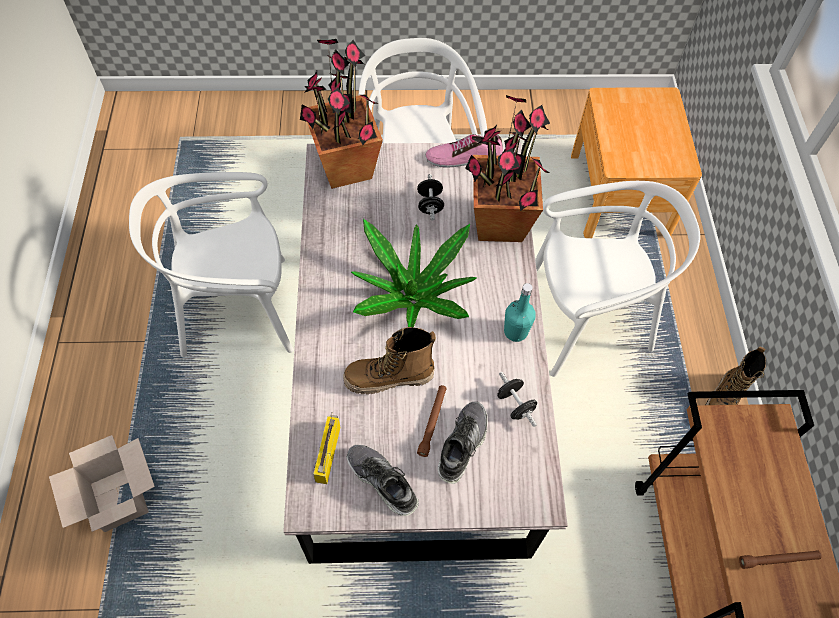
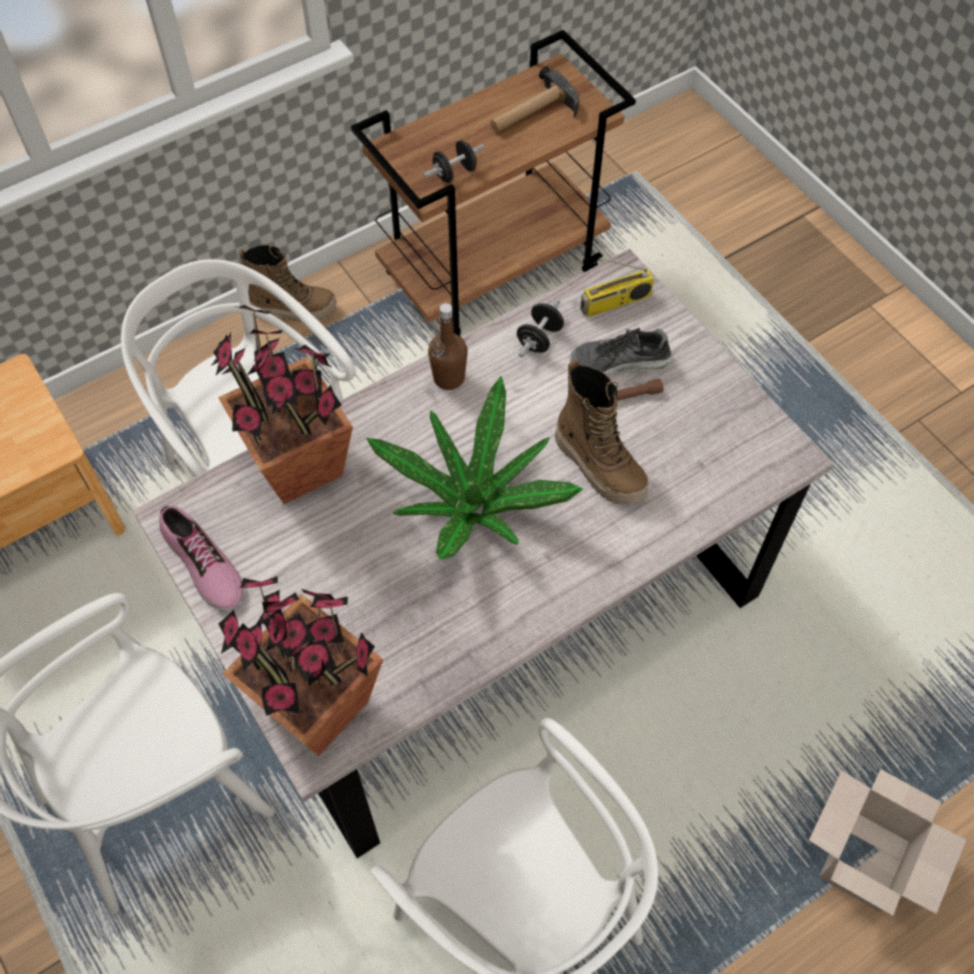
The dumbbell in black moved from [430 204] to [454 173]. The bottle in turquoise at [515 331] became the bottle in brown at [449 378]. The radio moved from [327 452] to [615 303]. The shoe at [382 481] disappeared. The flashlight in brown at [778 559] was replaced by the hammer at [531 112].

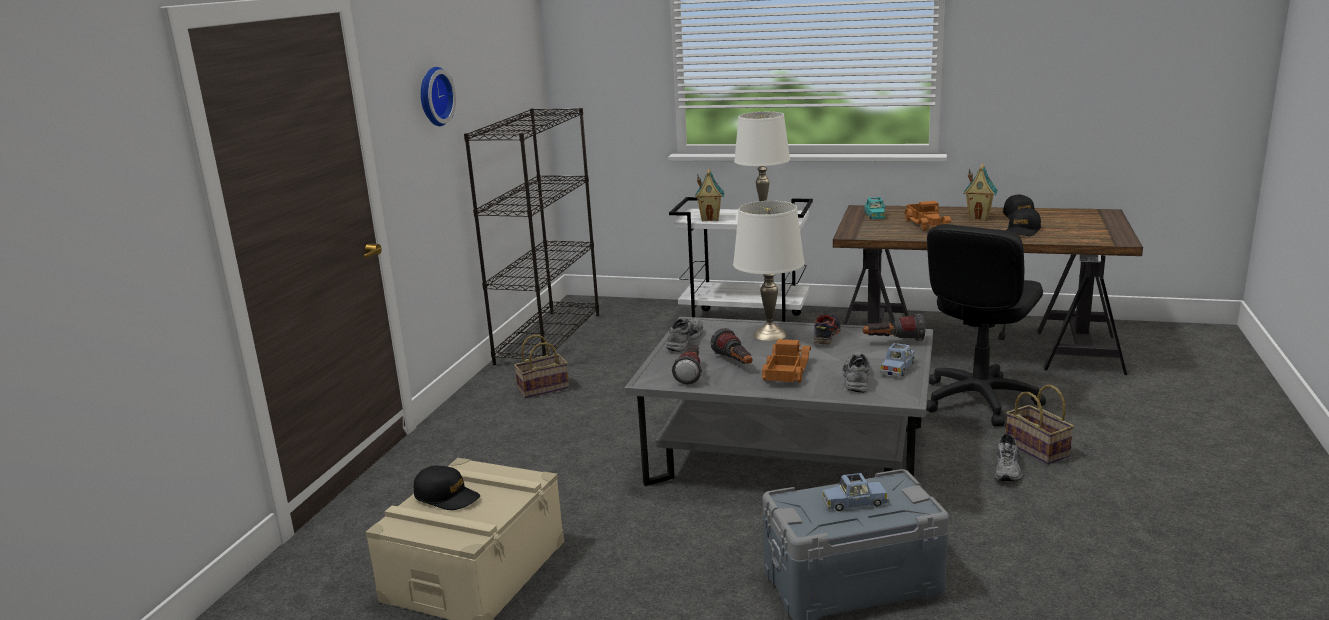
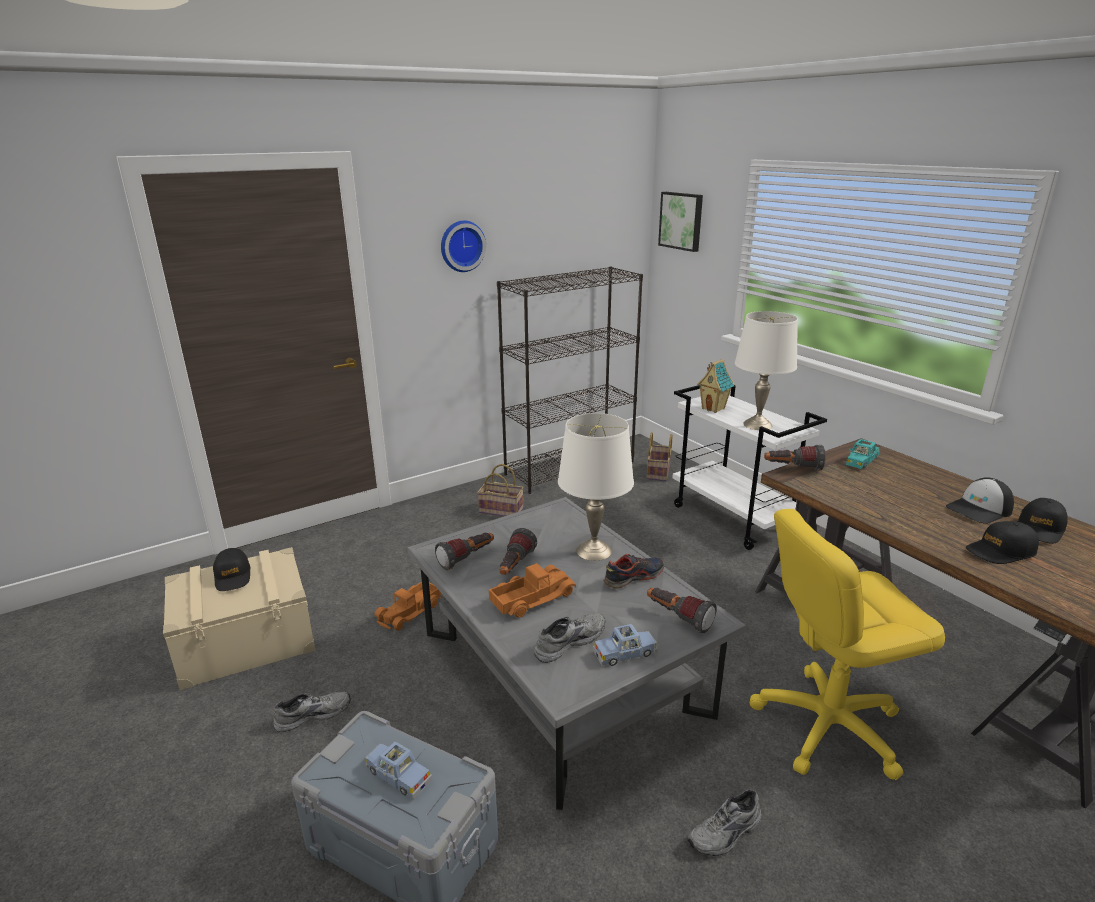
The toy house at [979 217] was replaced by the cap at [979 509]. The toy truck moved from [927 224] to [410 612]. The office chair in black at [978 400] became the office chair in yellow at [827 725]. The shoe in grey moved from [683 340] to [313 714]. The basket moved from [1039 449] to [659 472]. The picture at [682 221] appeared. The flashlight at [792 468] appeared.

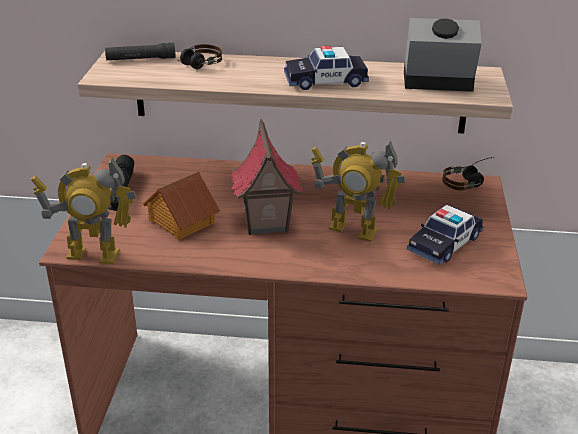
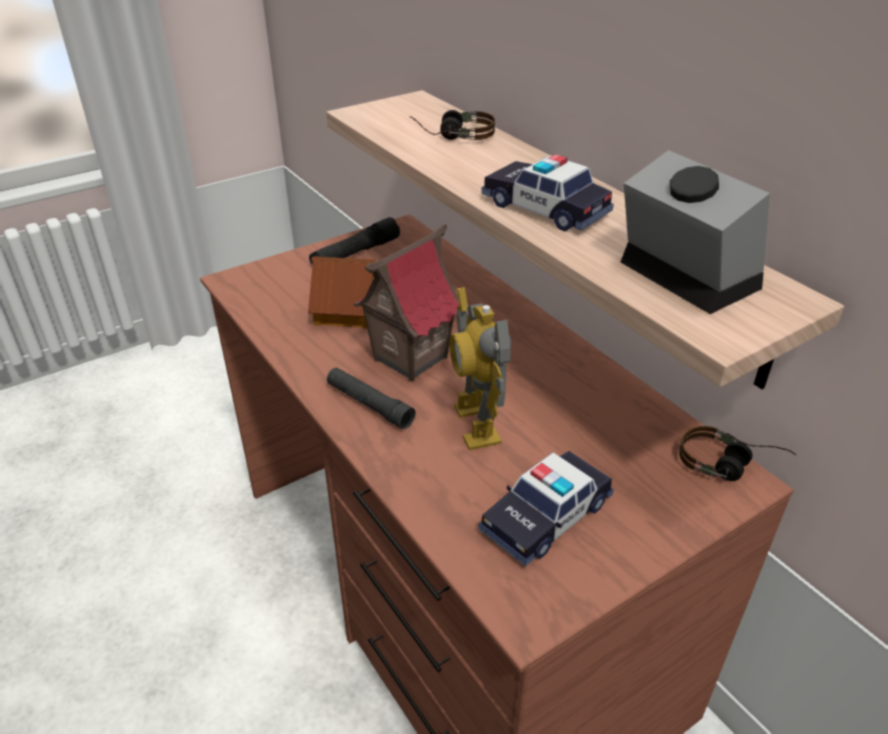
The flashlight in black moved from [141 59] to [369 405]. The toy robot at [93 255] disappeared. The toy car at [445 243] turned 45 degrees counterclockwise.

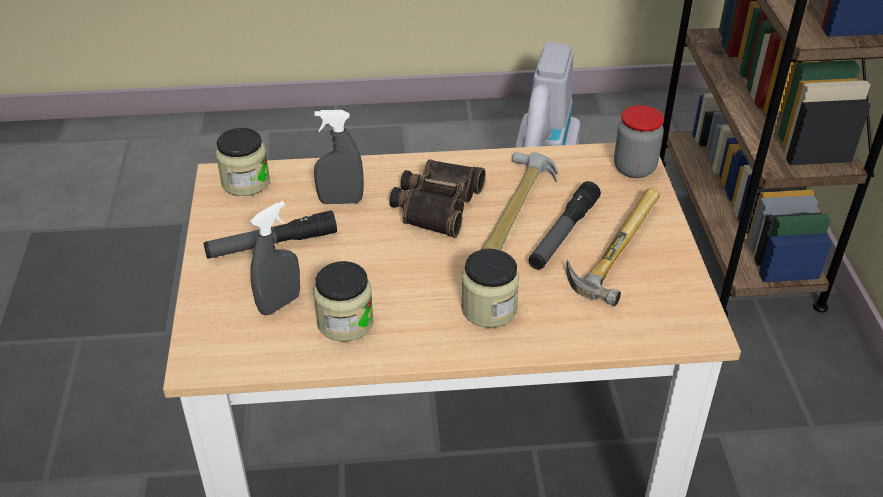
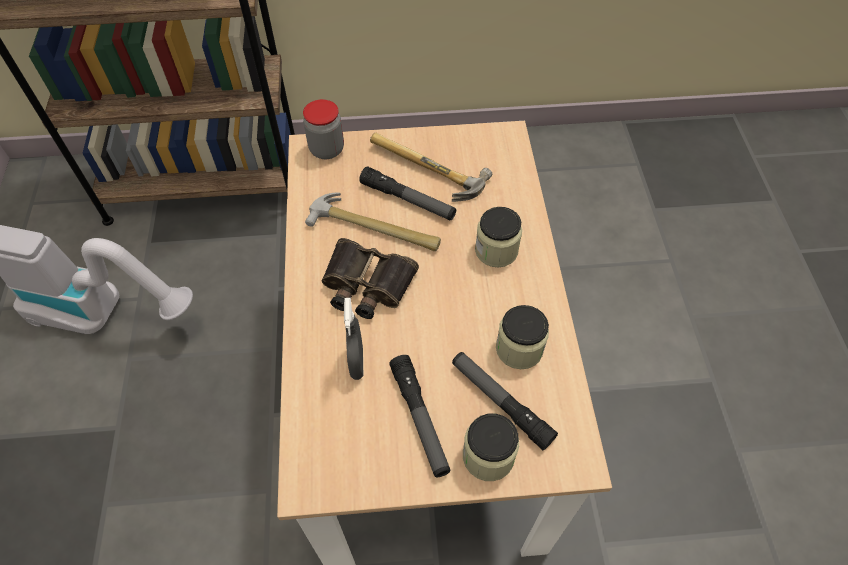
The jar moved from [245 182] to [488 456]. The spray bottle in grey at [279 304] was replaced by the flashlight at [501 402].

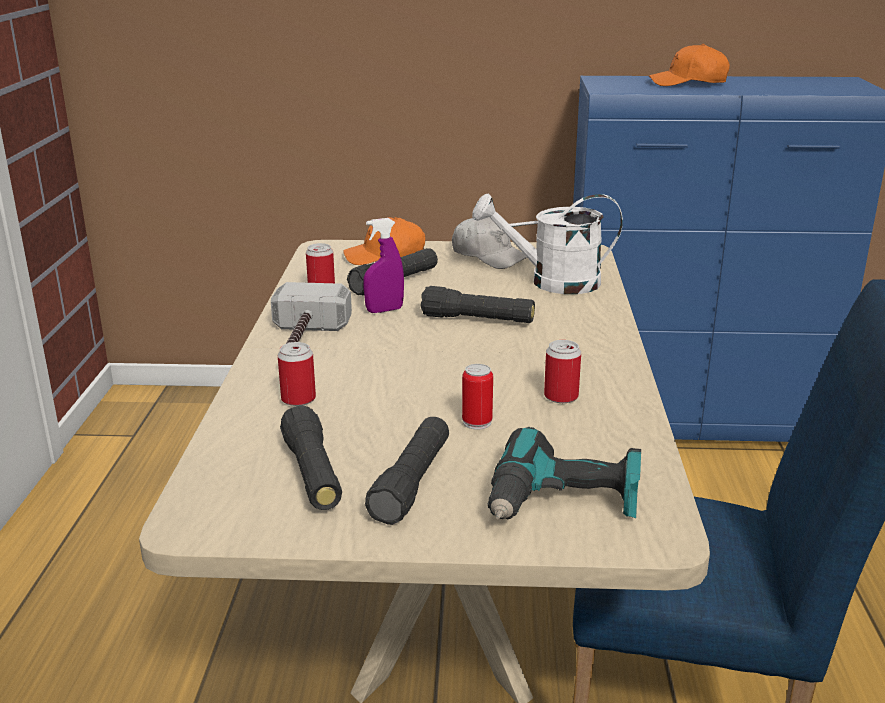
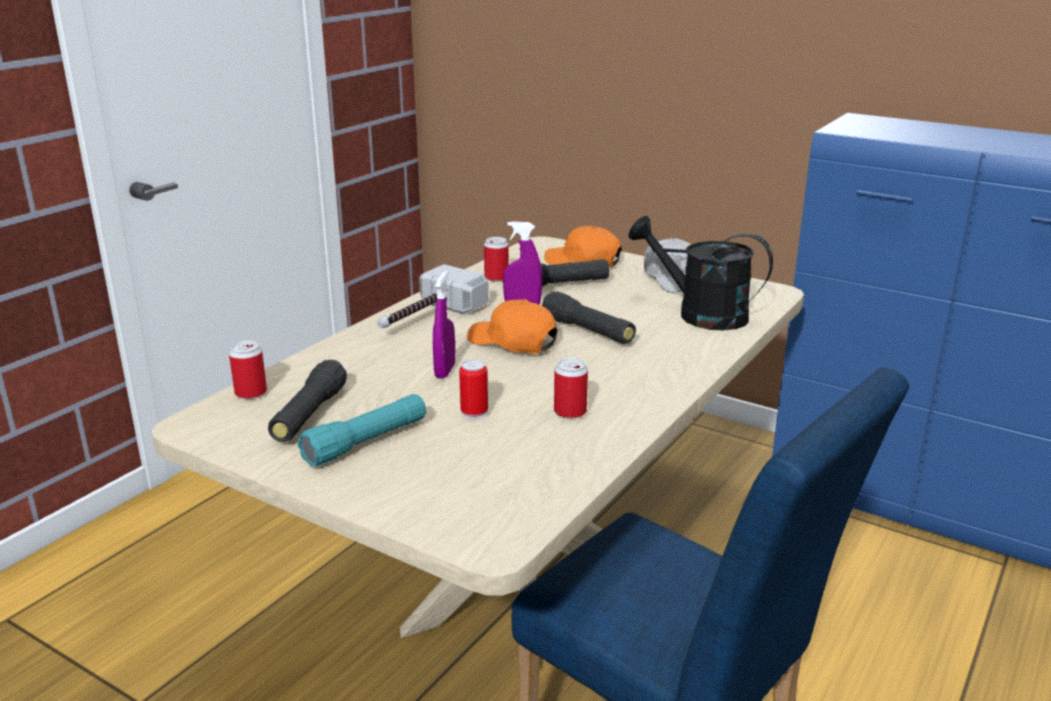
The cap in orange moved from [688 83] to [513 342]. The watering can in white at [552 282] became the watering can in black at [700 314]. The can moved from [298 399] to [251 393]. The flashlight in black at [412 483] became the flashlight in turquoise at [366 443]. The power drill at [563 503] disappeared. The spray bottle in purple at [445 371] appeared.

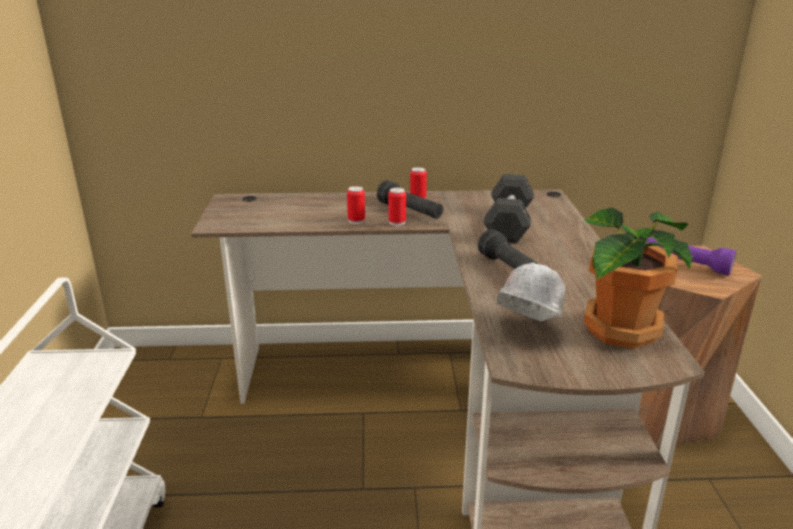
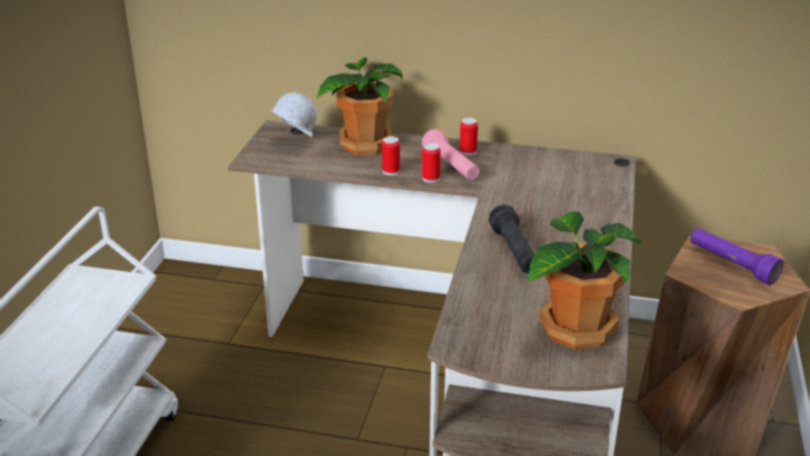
The dumbbell in grey at [508 224] disappeared. The flashlight in black at [410 212] became the flashlight in pink at [451 167]. The hard hat in white moved from [525 331] to [294 141]. The potted plant at [363 145] appeared.

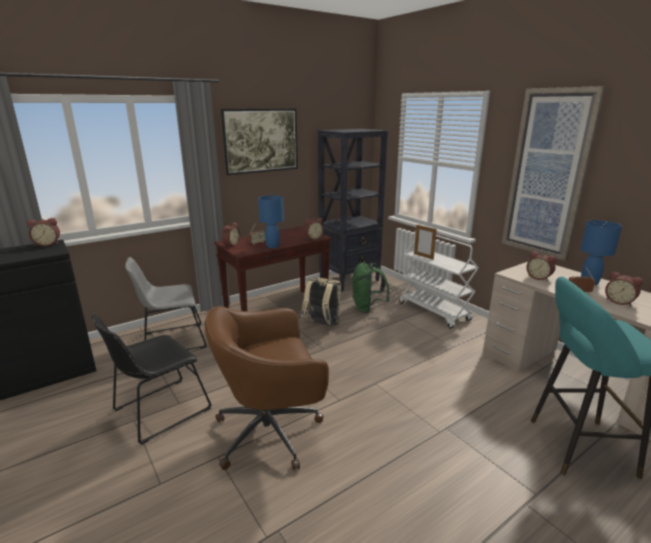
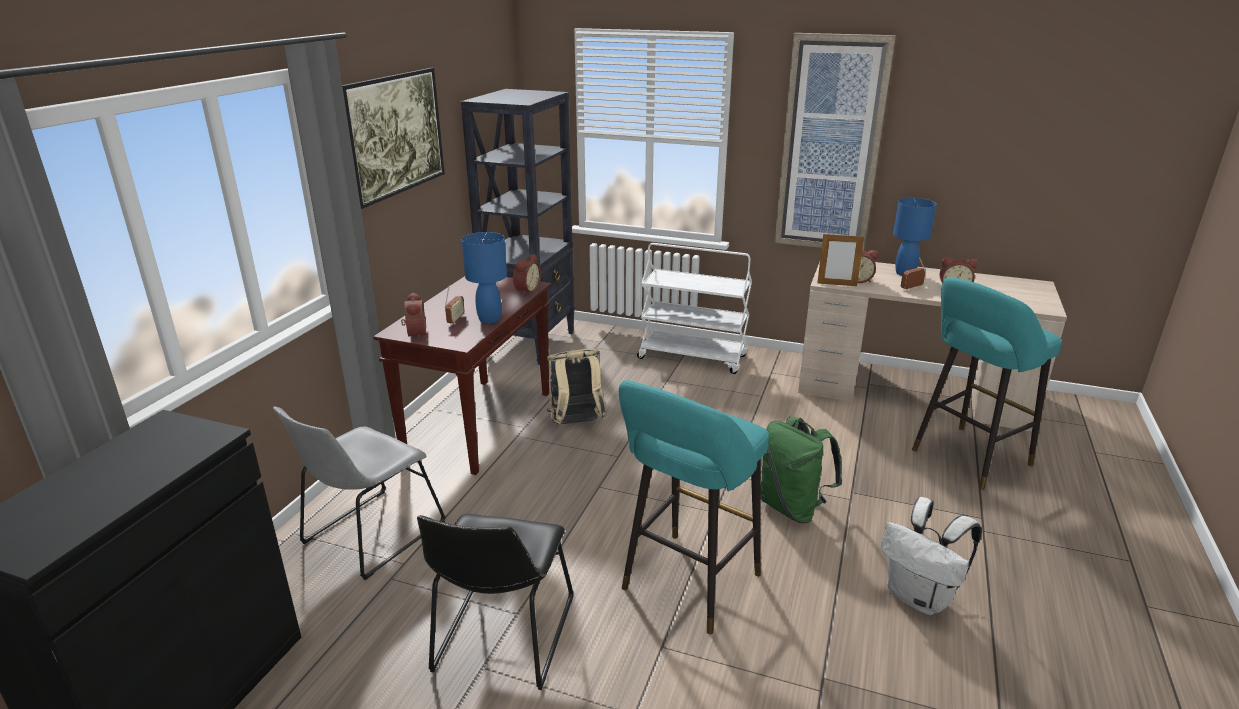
The alarm clock at [48 244] disappeared. The picture frame moved from [423 256] to [837 284]. The backpack in green moved from [367 308] to [792 507]. The office chair in brown at [271 432] was replaced by the stool in turquoise at [687 586]. The backpack in white at [920 598] appeared.

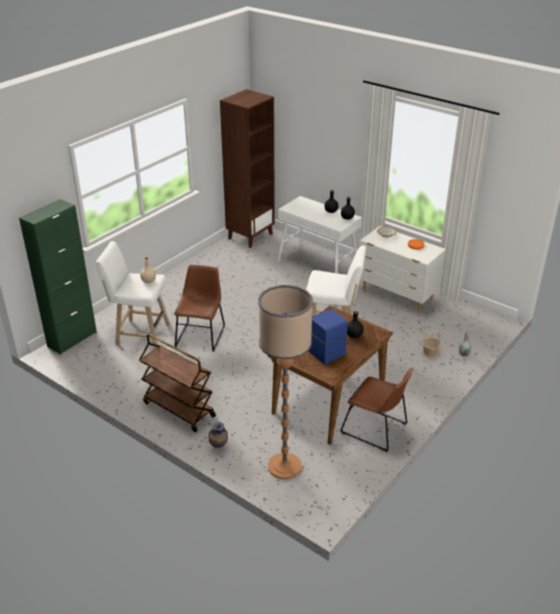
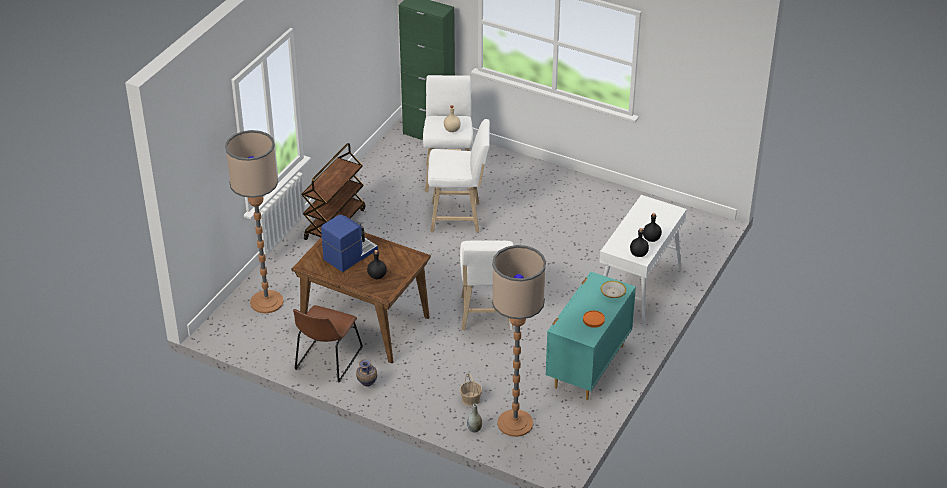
The bookcase in brown at [250 236] disappeared. The dresser in white at [397 295] became the dresser in turquoise at [587 367]. The chair in brown at [201 334] was replaced by the stool in white at [459 217]. The vase moved from [218 447] to [367 385]. The floor lamp at [515 423] appeared.

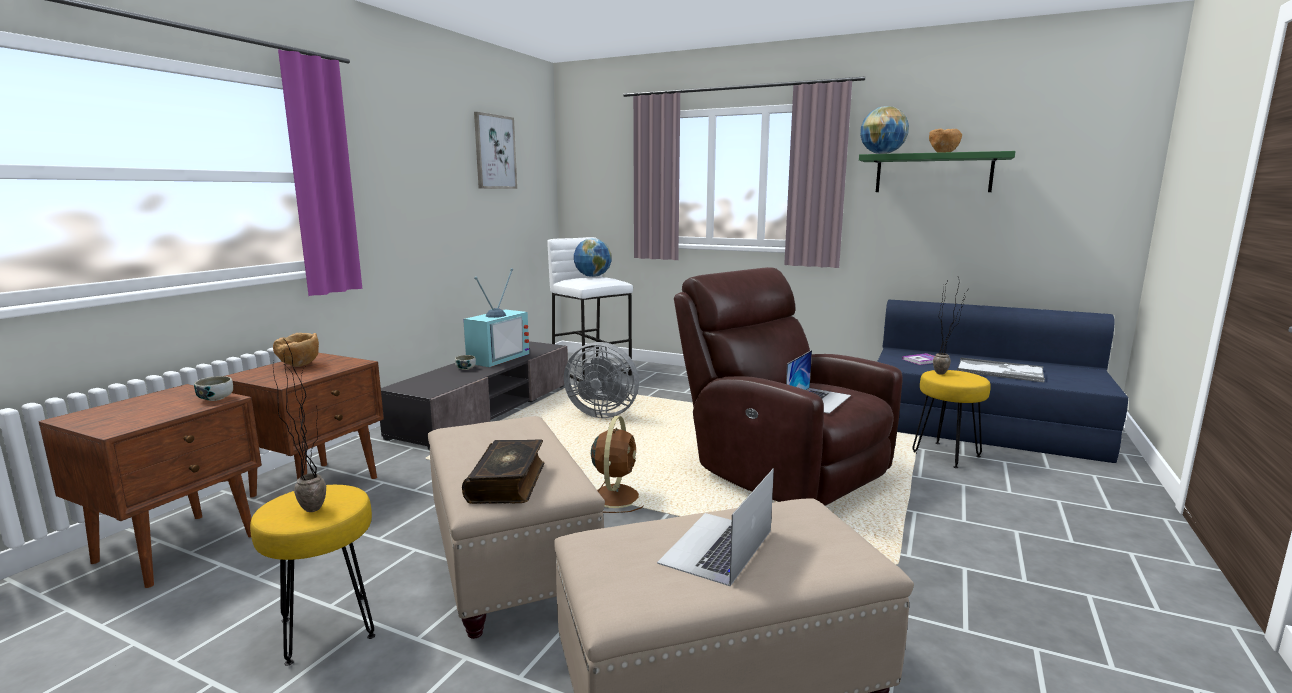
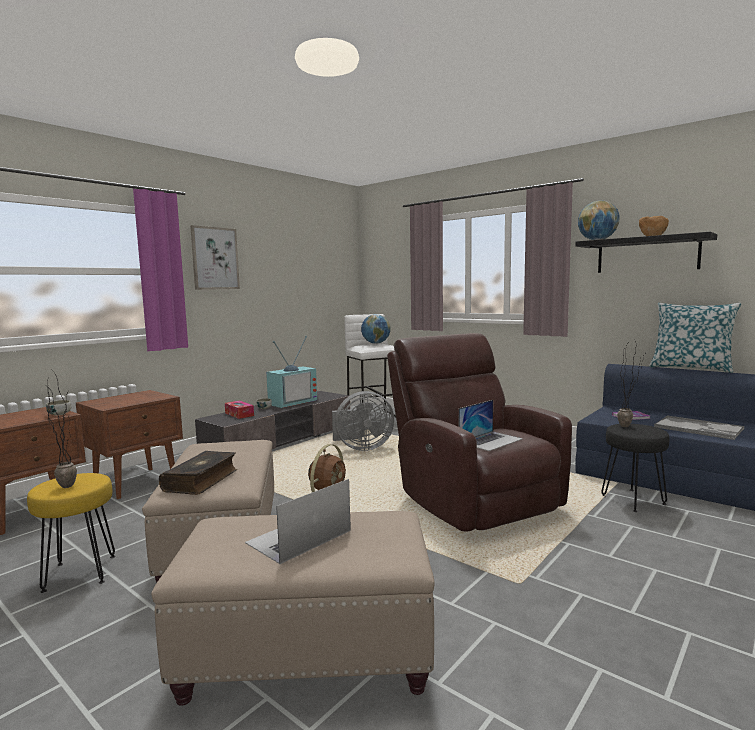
The picture moved from [495 152] to [215 258]. The shelf in green at [933 173] became the shelf in black at [647 255]. The bowl in brown at [299 365] disappeared. The fan in grey at [602 413] turned 45 degrees counterclockwise. The stool in yellow at [946 454] became the stool in black at [633 500]. The pillow at [691 368] appeared. The tissue box at [239 414] appeared.

